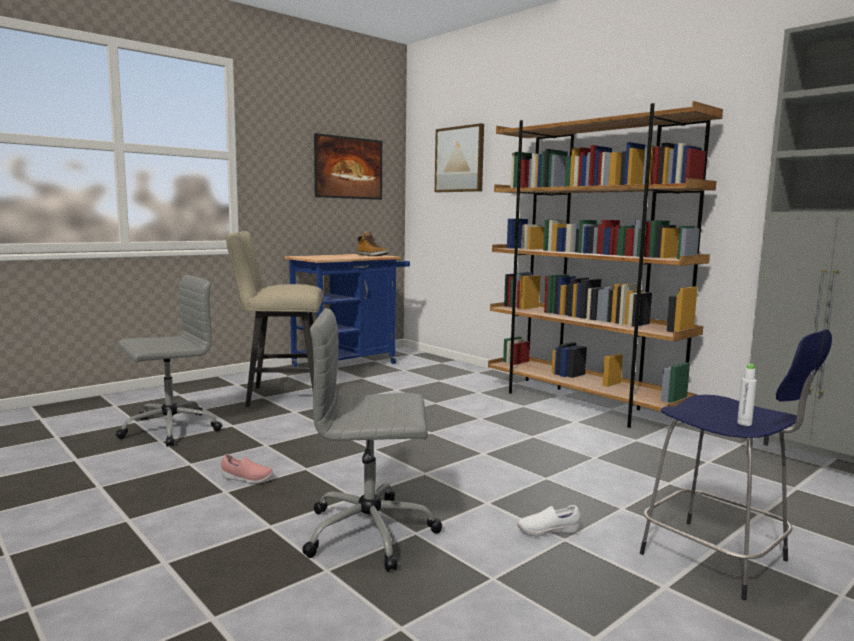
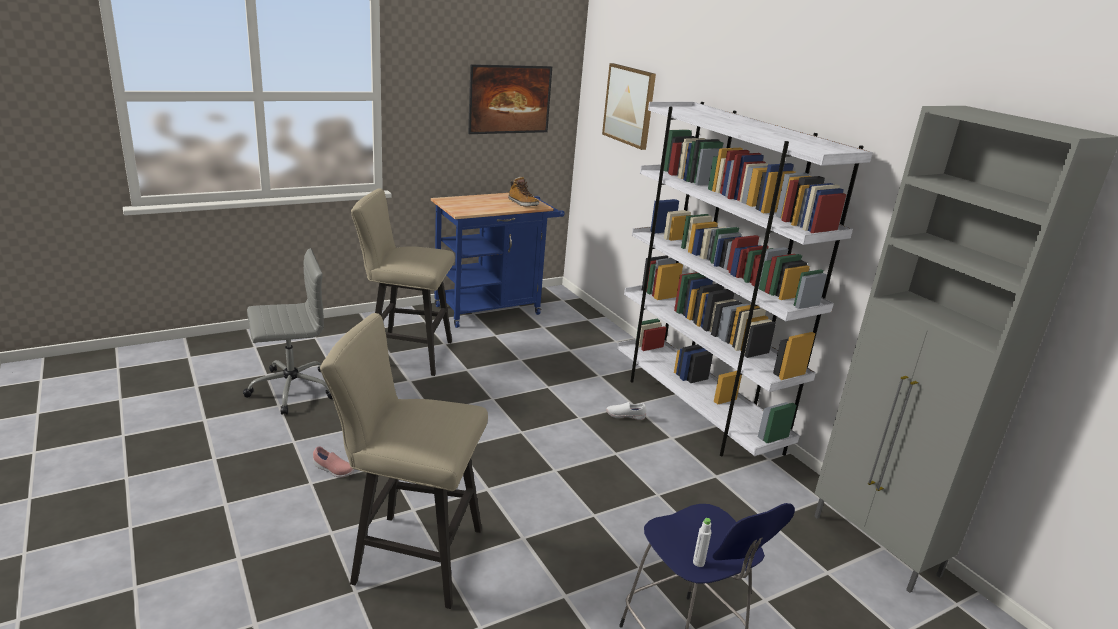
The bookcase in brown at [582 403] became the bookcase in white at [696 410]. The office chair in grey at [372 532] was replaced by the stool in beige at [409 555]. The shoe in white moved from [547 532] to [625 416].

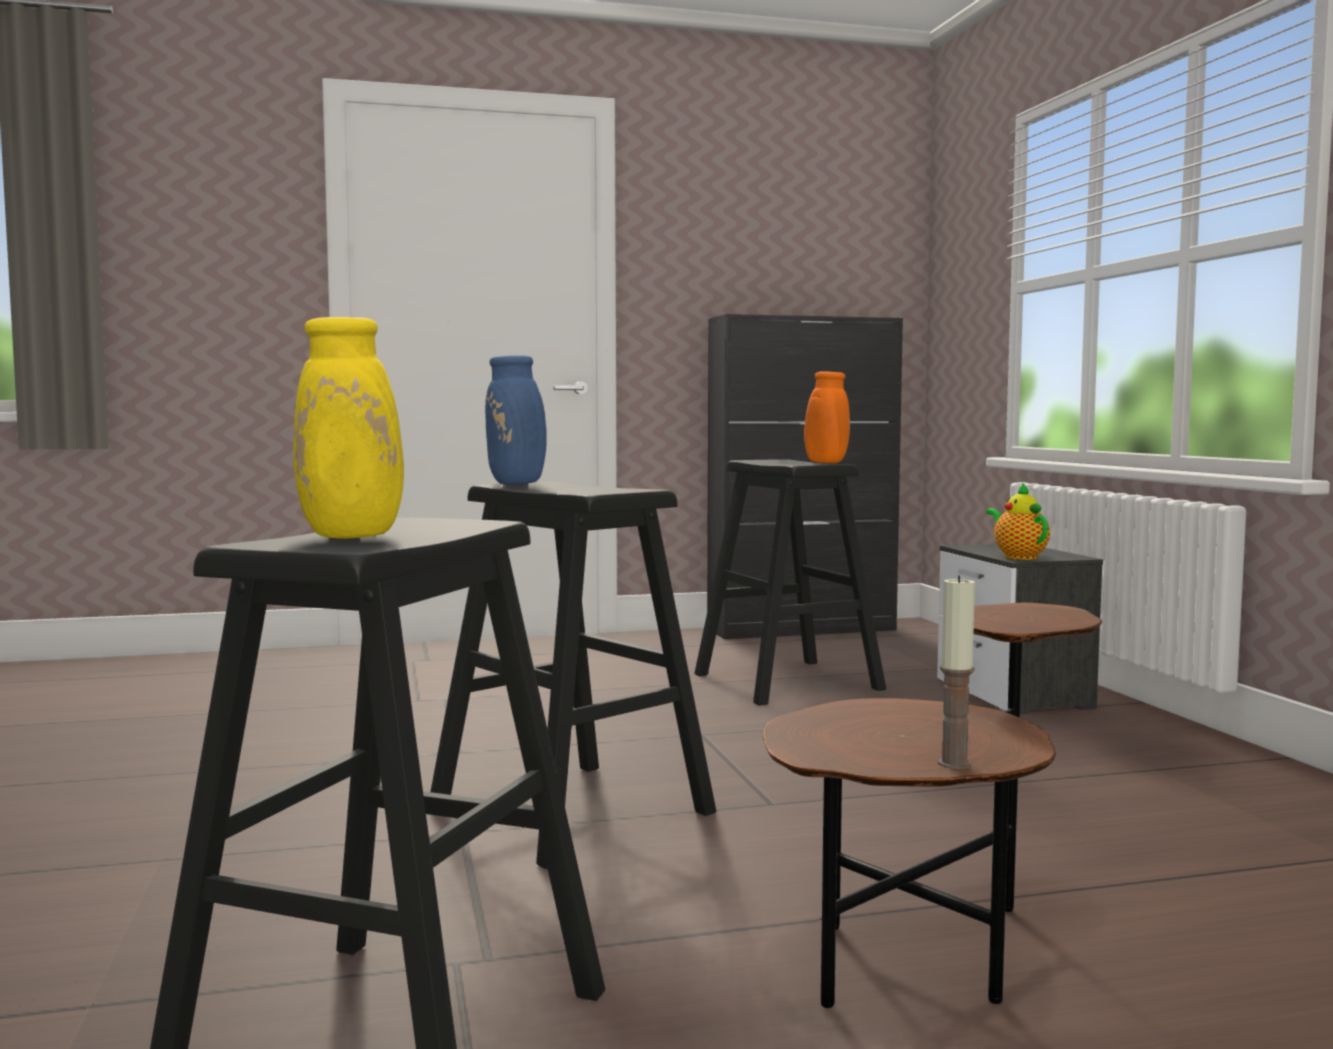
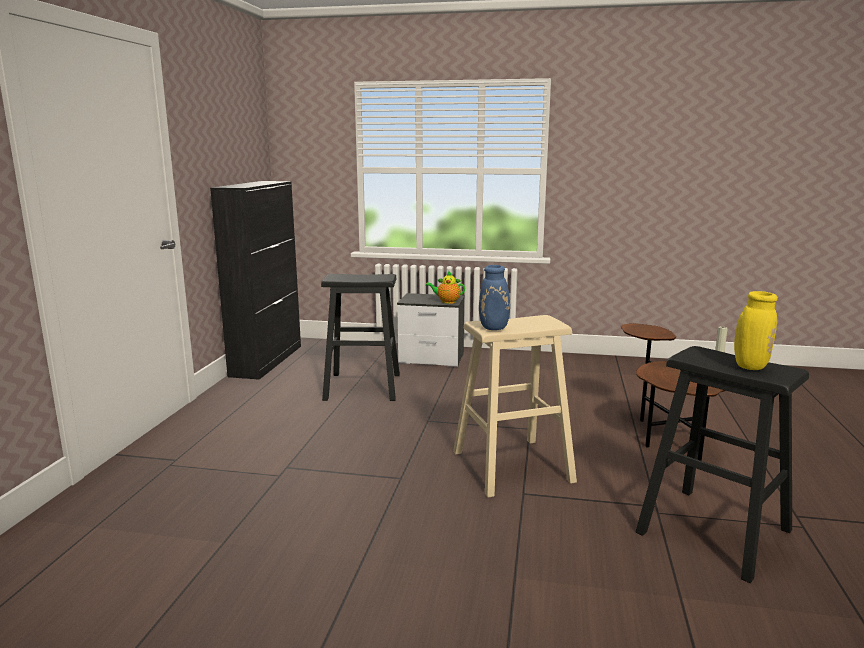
The vase in orange at [822 463] disappeared. The stool in black at [570 811] became the stool in beige at [511 466].

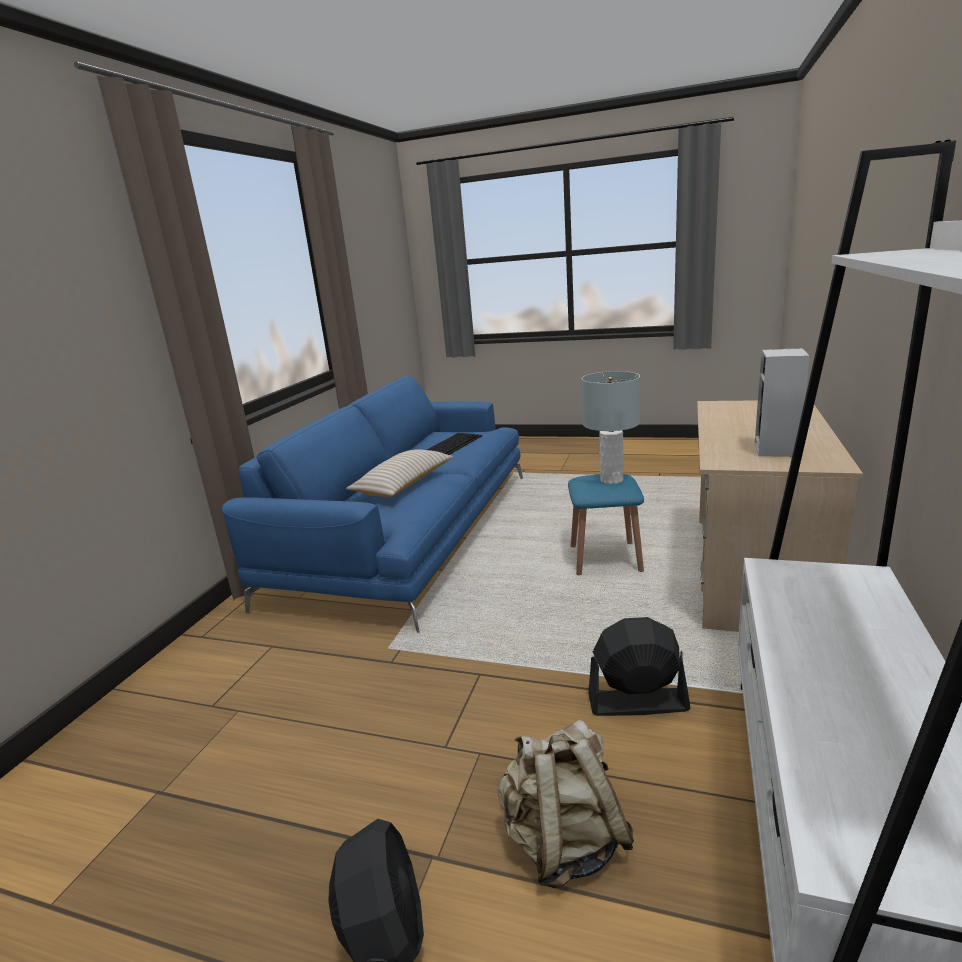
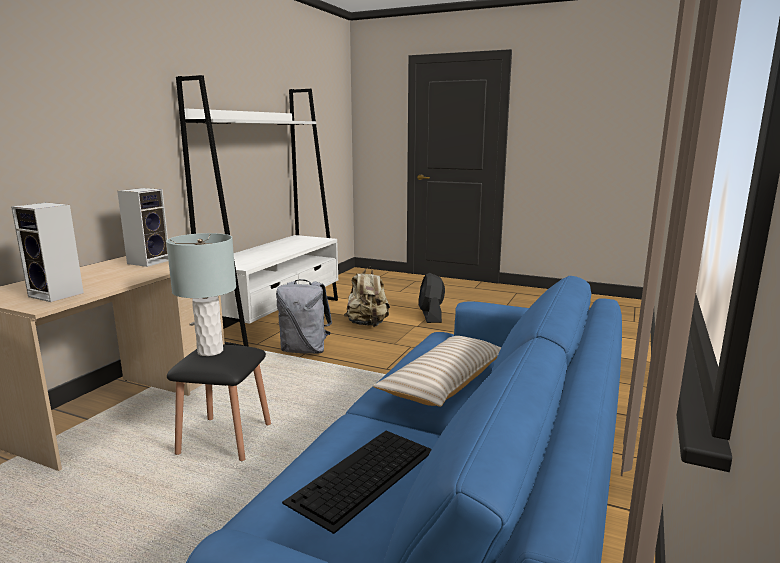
The stool in blue at [605 558] became the stool in black at [225 438]. The fan in black at [637 702] was replaced by the backpack in grey at [305 350]. The speaker at [58 295] appeared.

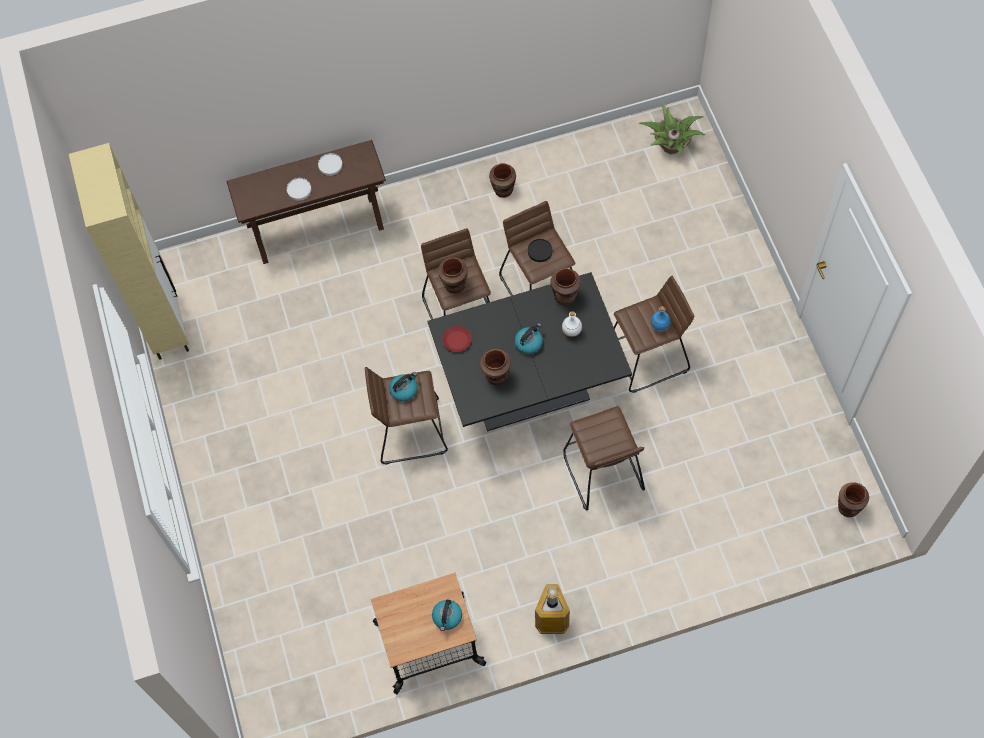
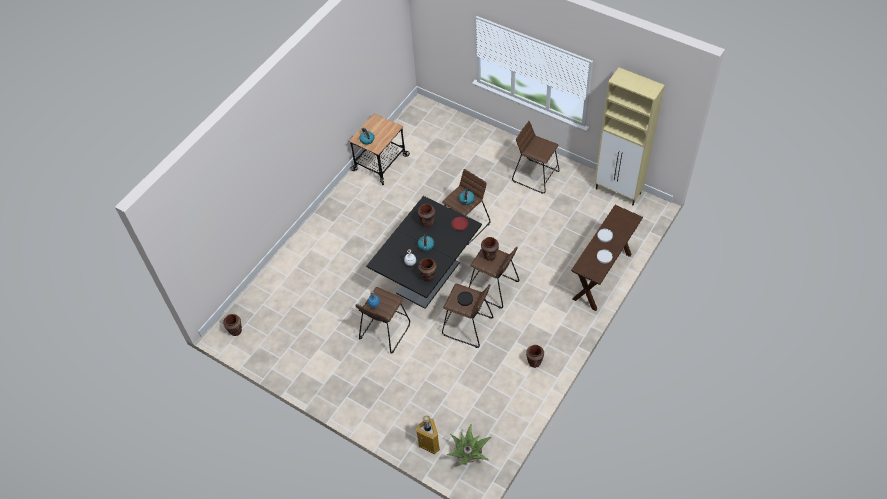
The stool in brown moved from [602 472] to [535 176]. The trash can moved from [552 619] to [430 444].

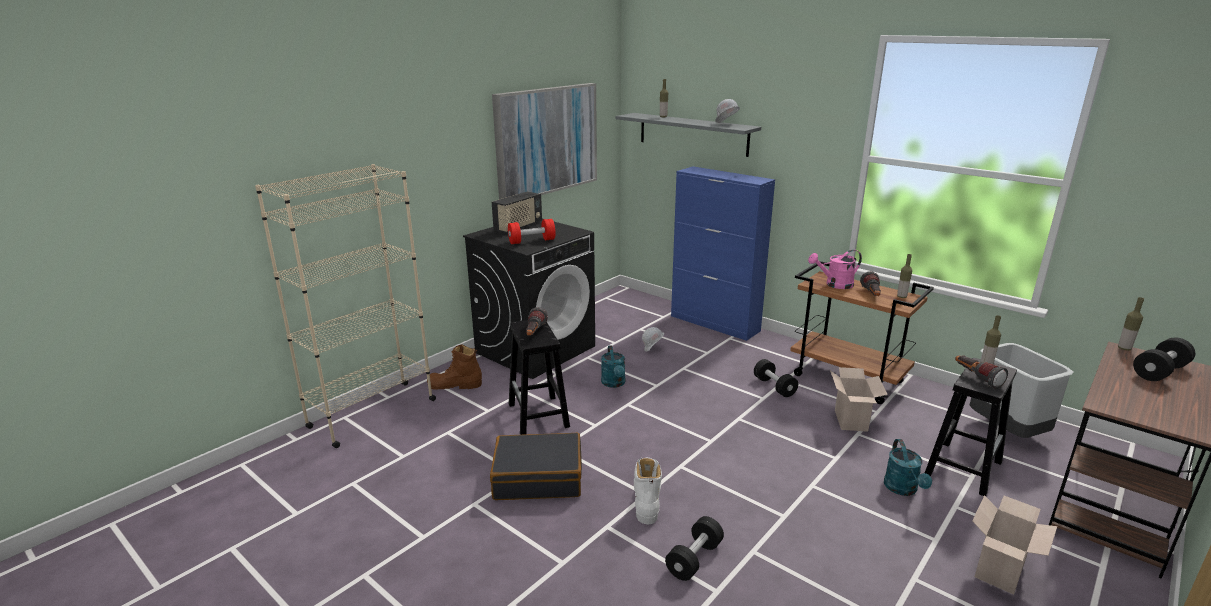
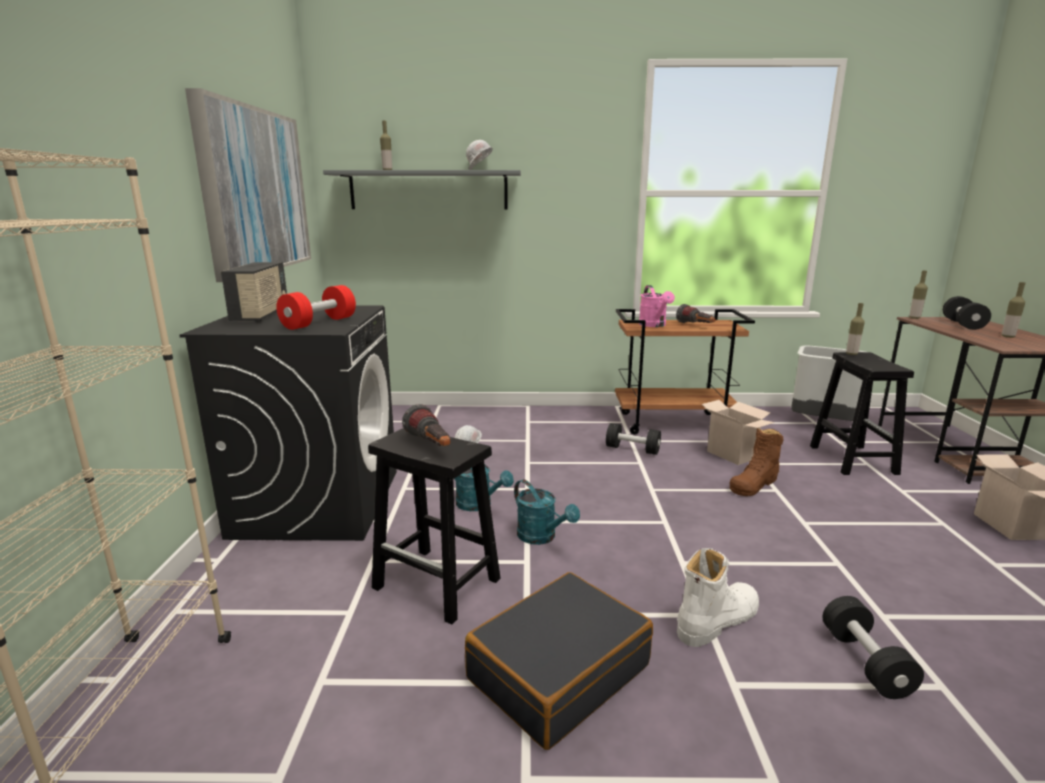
The cabinet in blue at [715 323] disappeared. The watering can in pink at [835 285] turned 45 degrees counterclockwise. The bottle moved from [901 297] to [1008 336]. The boot in brown moved from [454 385] to [754 484]. The flashlight at [976 378] disappeared. The watering can in turquoise moved from [903 489] to [542 537]. The boot in white at [647 500] turned 90 degrees clockwise.

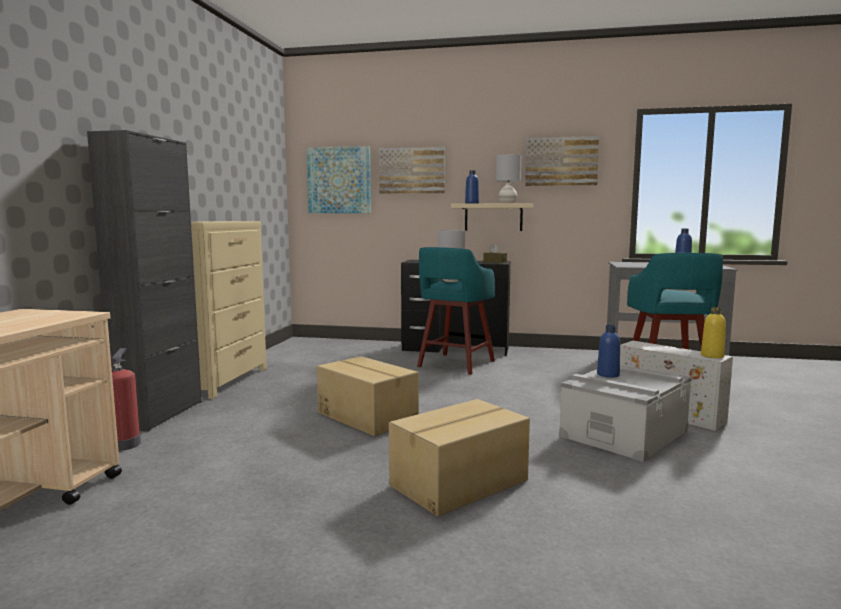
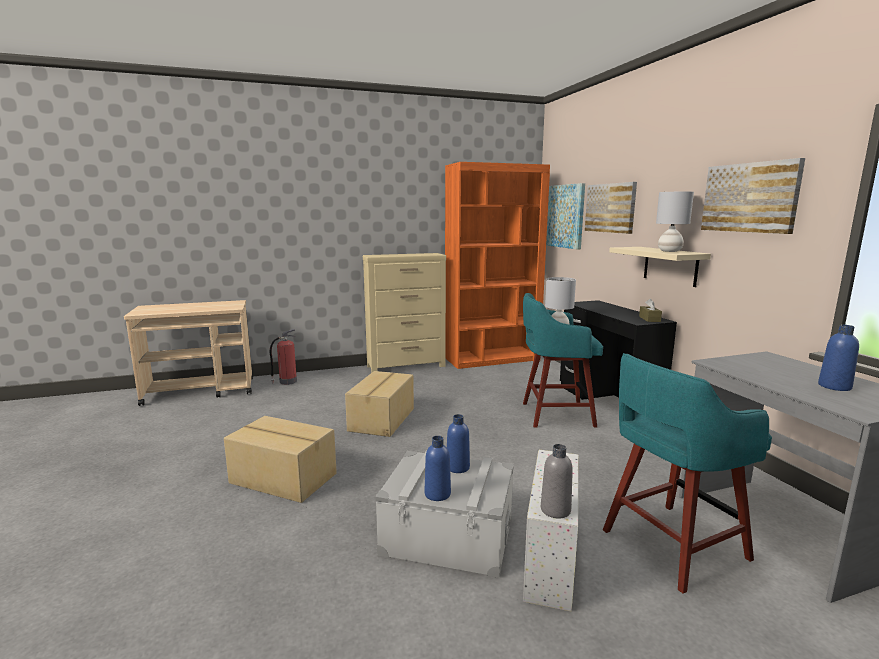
The cabinet in black at [160 414] disappeared. The bottle in blue moved from [472 203] to [437 494]. The bottle in yellow at [712 356] became the bottle in grey at [555 510]. The bookcase in orange at [492 359] appeared.

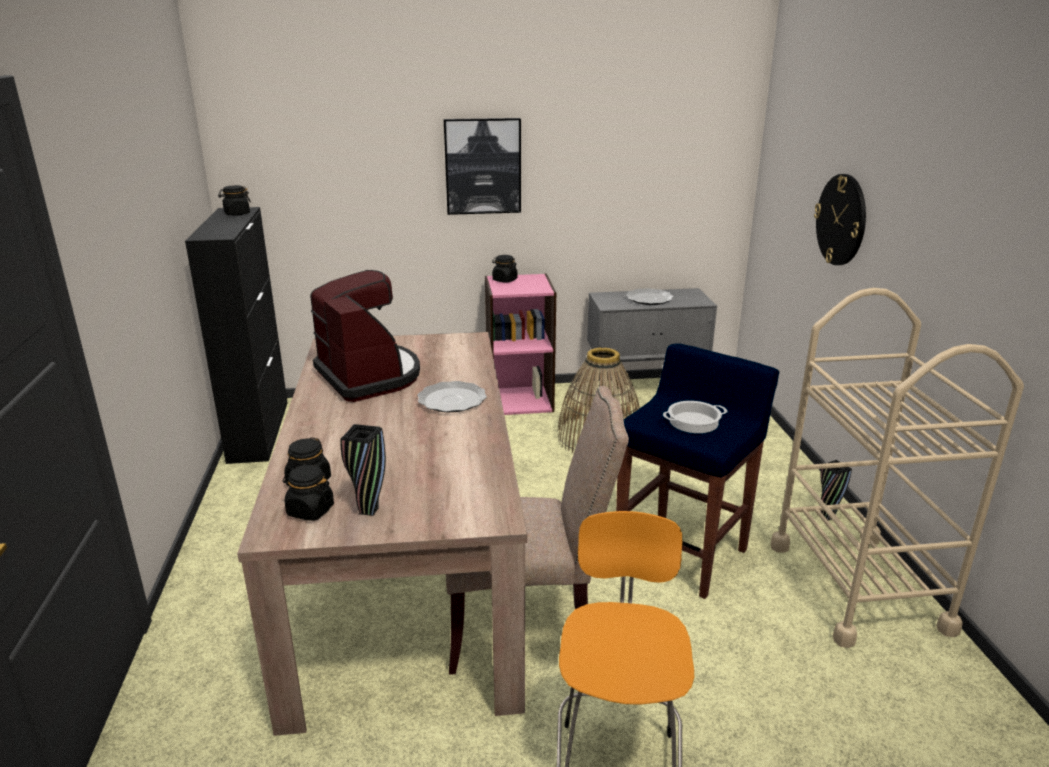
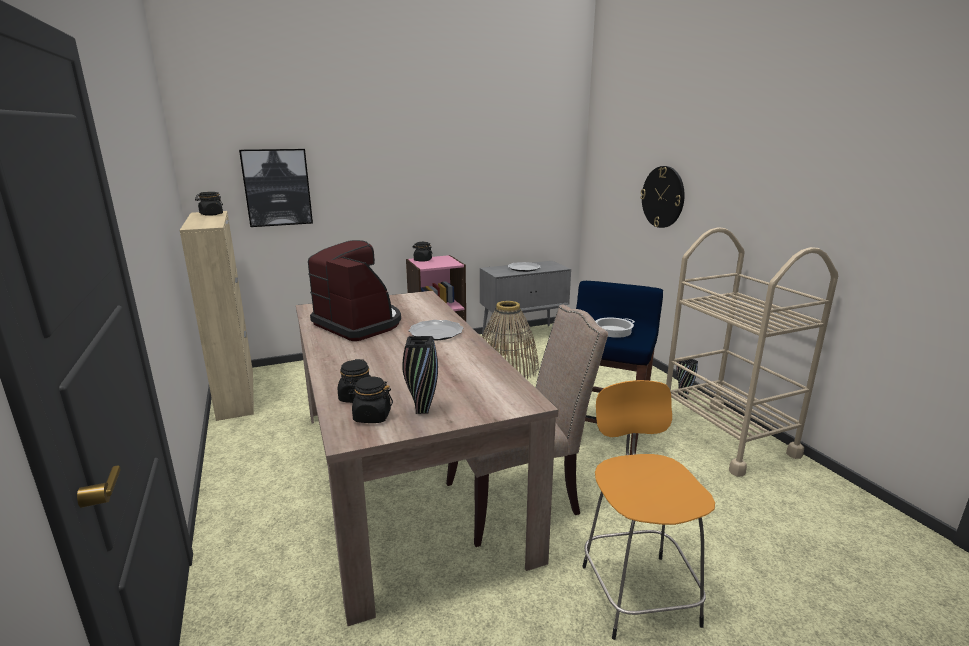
The picture moved from [483 166] to [277 187]. The cabinet in black at [259 431] became the cabinet in beige at [236 393].

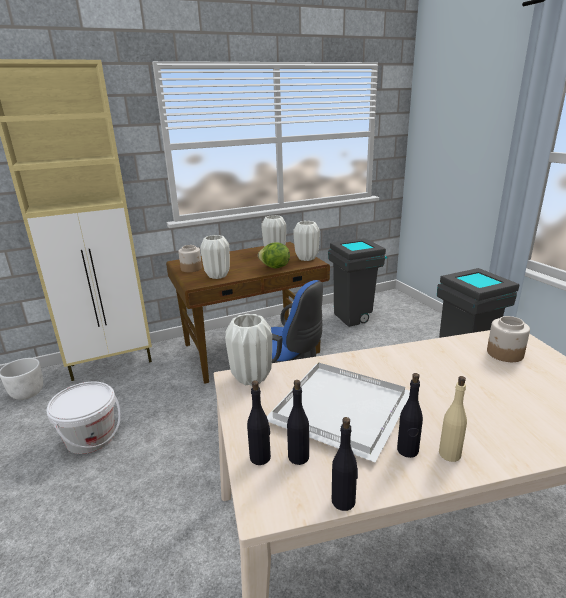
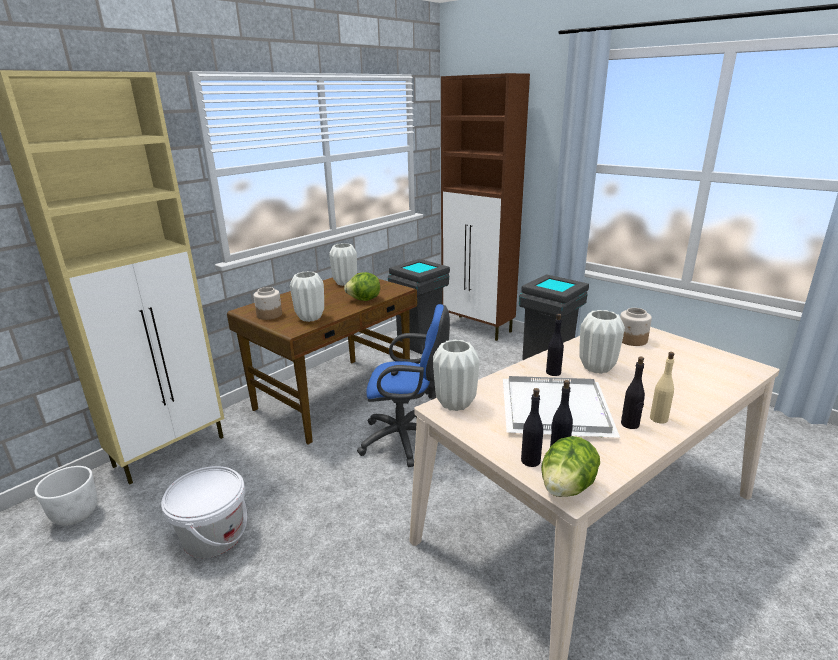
The vase in white moved from [307 258] to [597 367]. The bottle in black moved from [343 501] to [553 372]. The cabinet in brown at [478 328] appeared. The lettuce at [566 488] appeared.

